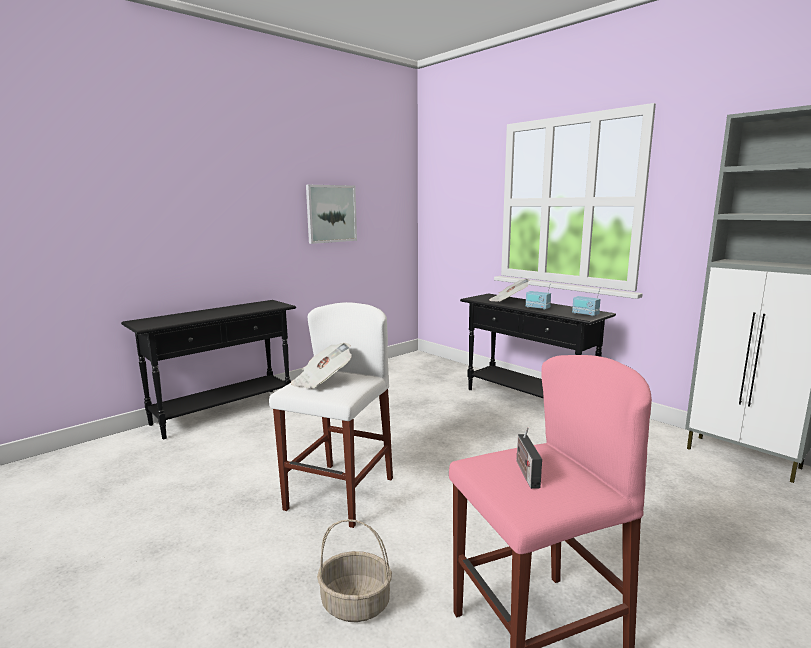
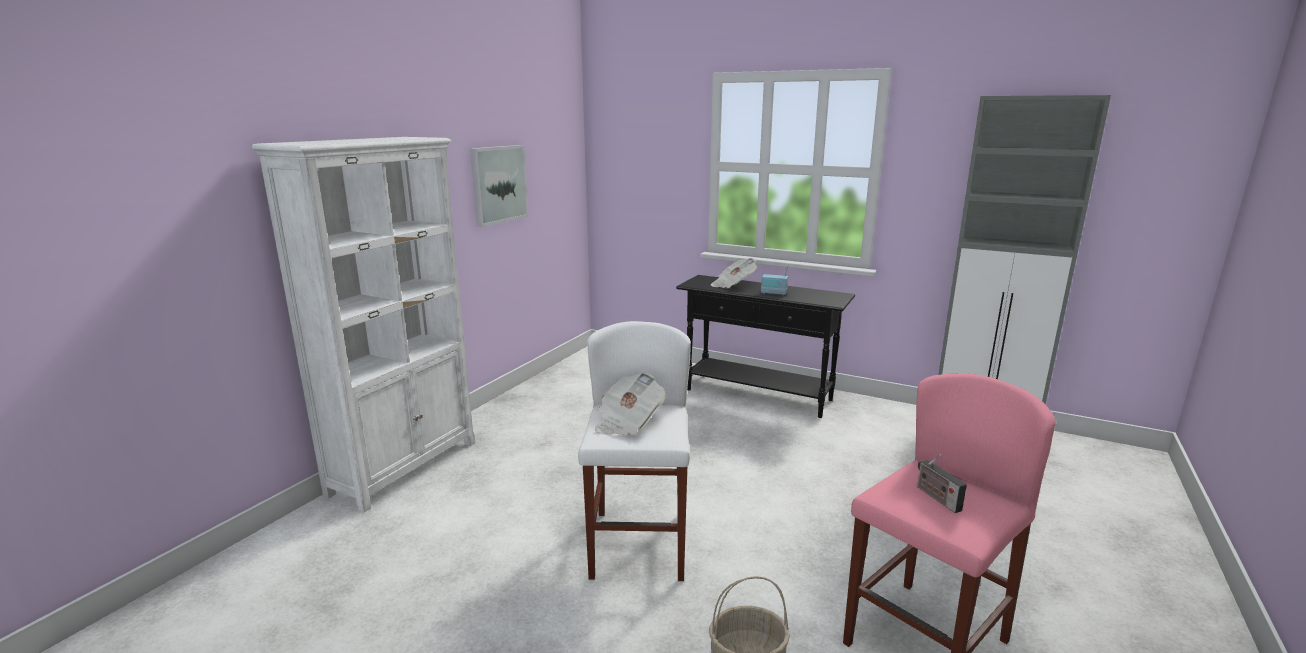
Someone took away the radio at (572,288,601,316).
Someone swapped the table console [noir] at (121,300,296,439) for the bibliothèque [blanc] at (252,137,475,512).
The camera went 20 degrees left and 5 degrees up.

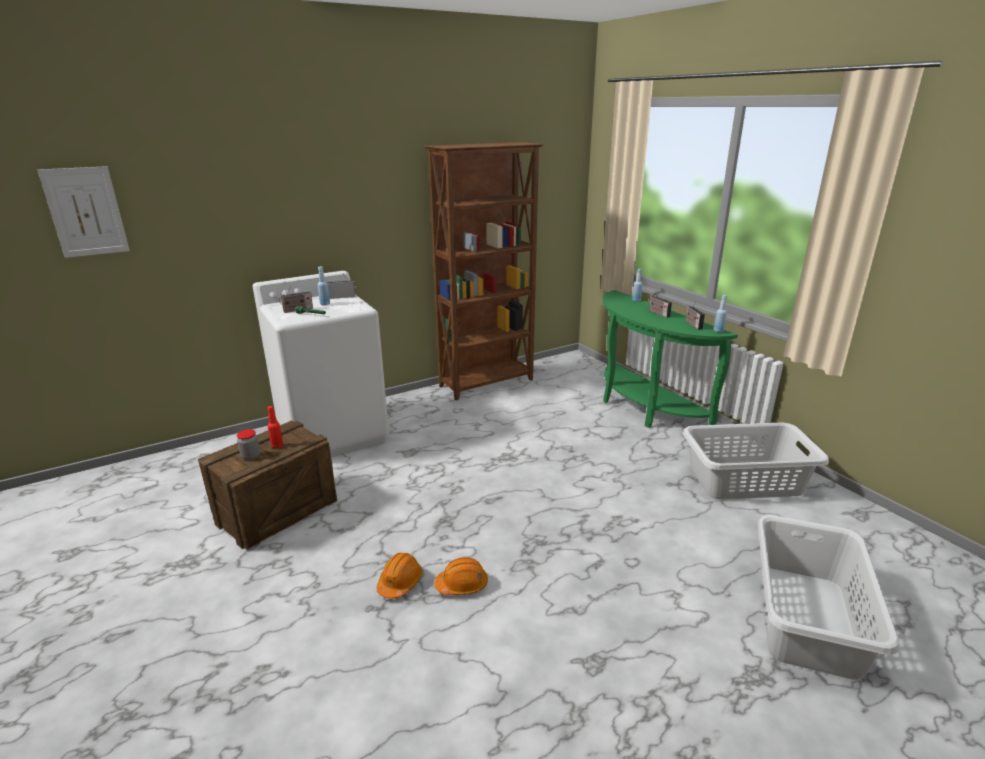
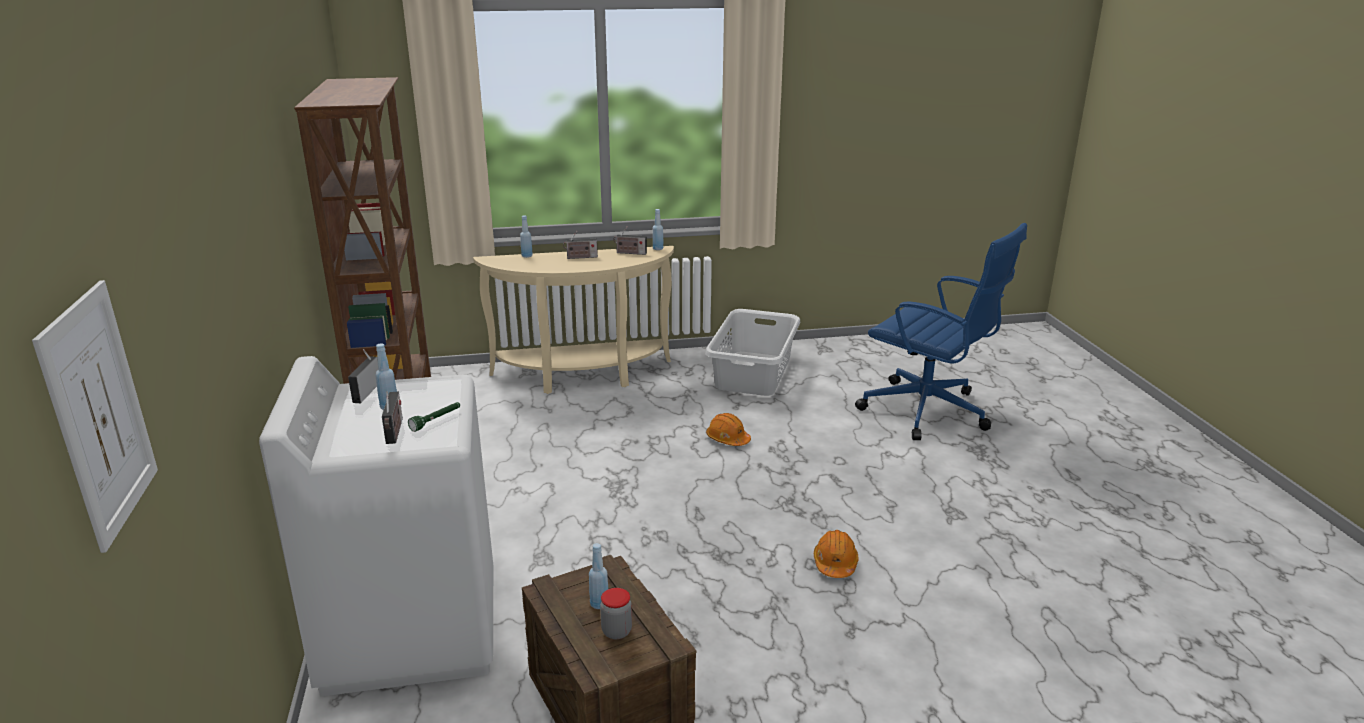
Someone repainted the table console [vert] at (603,290,738,428), which became the table console [beige] at (473,246,674,394).
Someone repainted the bouteille [rouge] at (268,406,283,448), which became the bouteille [bleu] at (589,543,608,609).
Someone swapped the panier à linge [gris] at (758,515,899,680) for the chaise de bureau [bleu] at (855,223,1027,440).
Someone carried the casque de chantier [orange] from (376,553,422,599) to (706,413,751,446).
The camera went 70 degrees left and 0 degrees up.

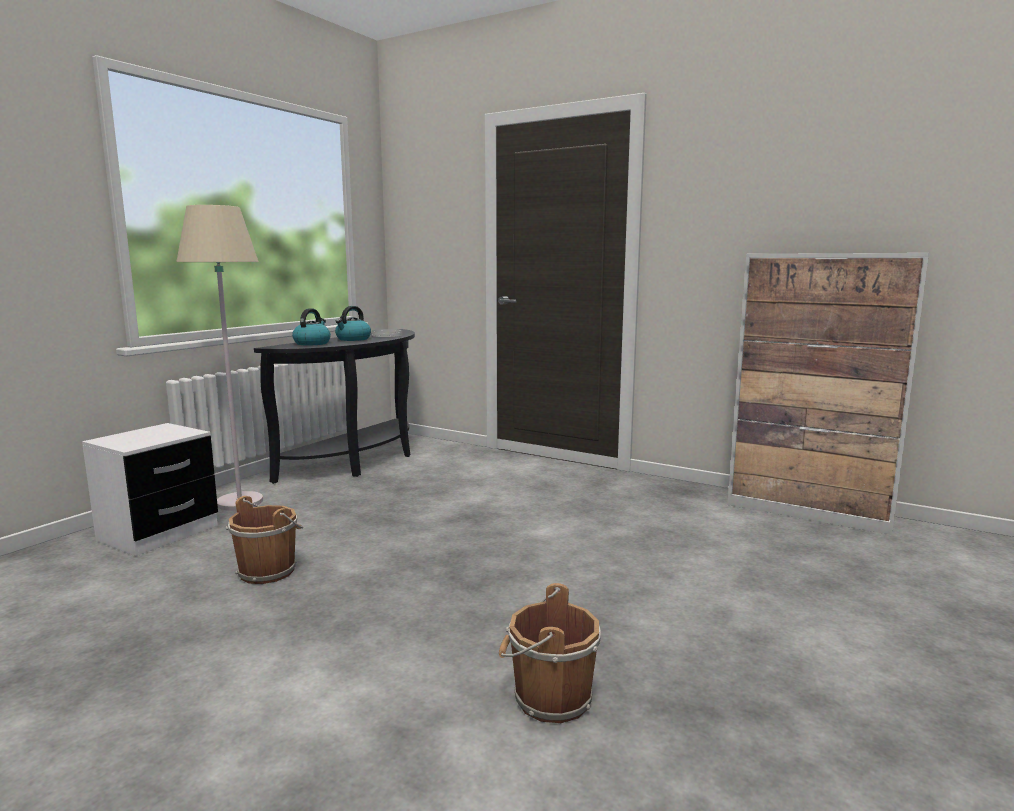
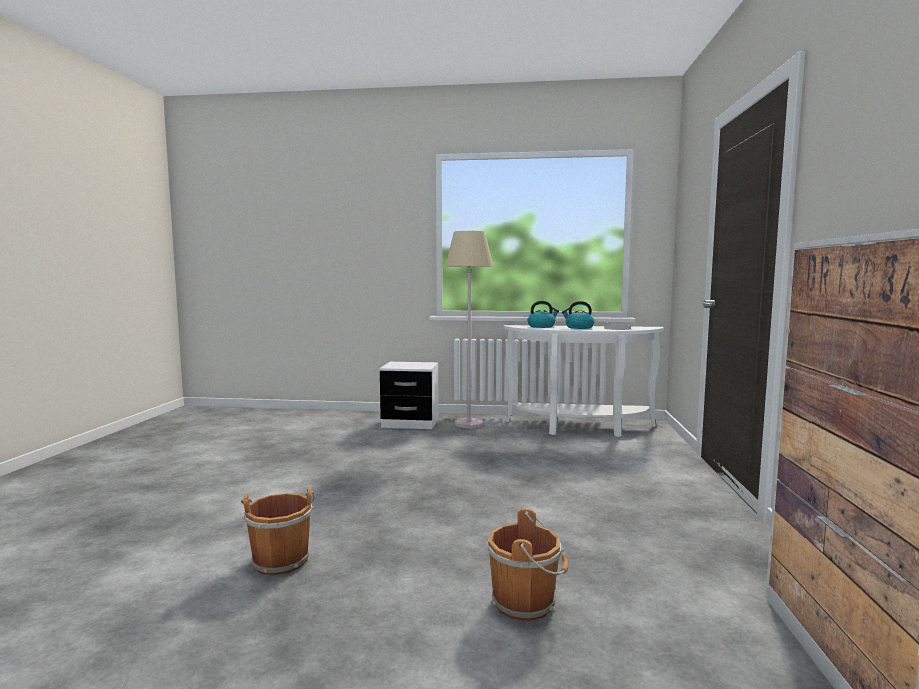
Someone repainted the table console [noir] at (254,329,415,484), which became the table console [blanc] at (504,325,663,437).
Someone carried the seau [marron] from (226,496,303,584) to (487,508,568,621).
The camera went 65 degrees right and 5 degrees down.

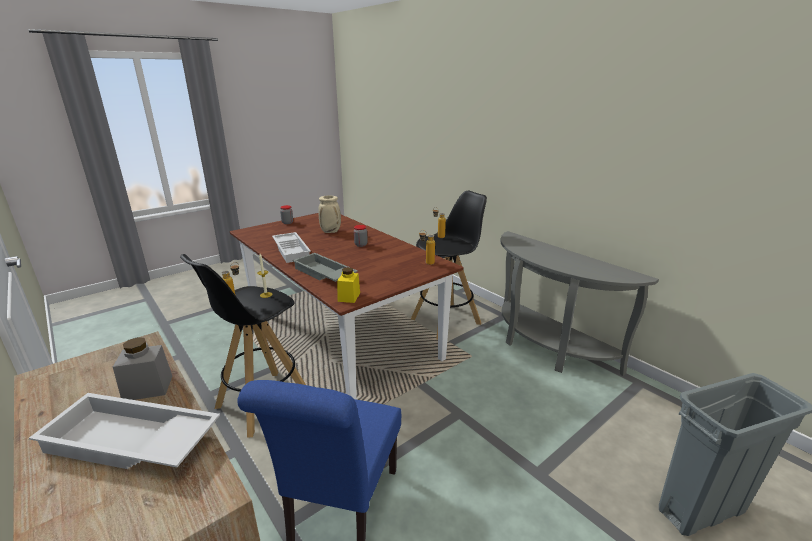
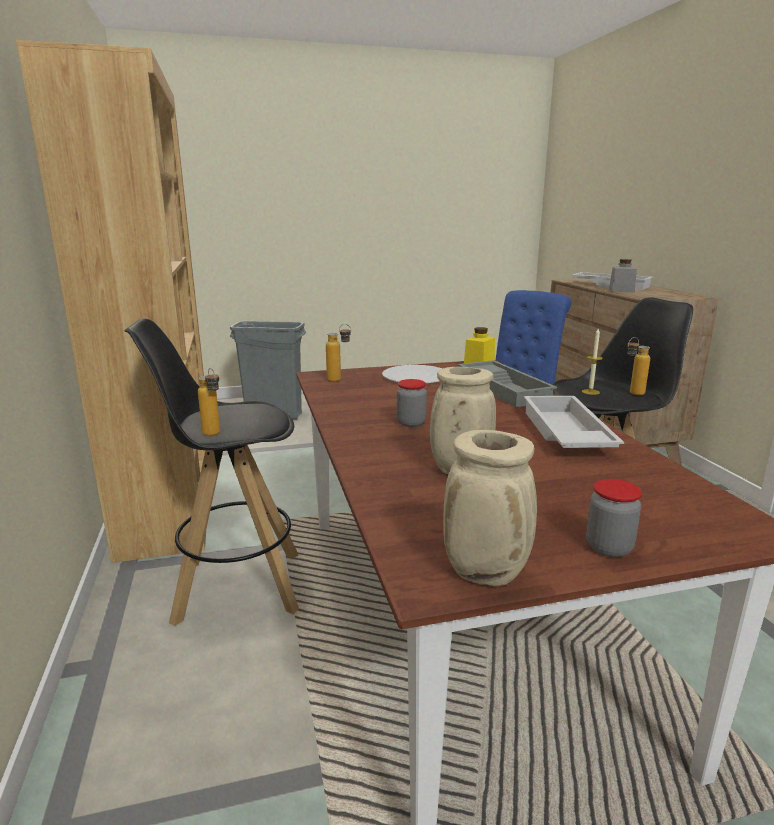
Someone swapped the table console [gris] at (500,231,659,376) for the bibliothèque [marron] at (16,40,206,563).
Someone put down the assiette [blanc] at (382,365,442,383).
Someone put down the vase [beige] at (443,430,537,586).
The camera went 155 degrees left and 5 degrees down.

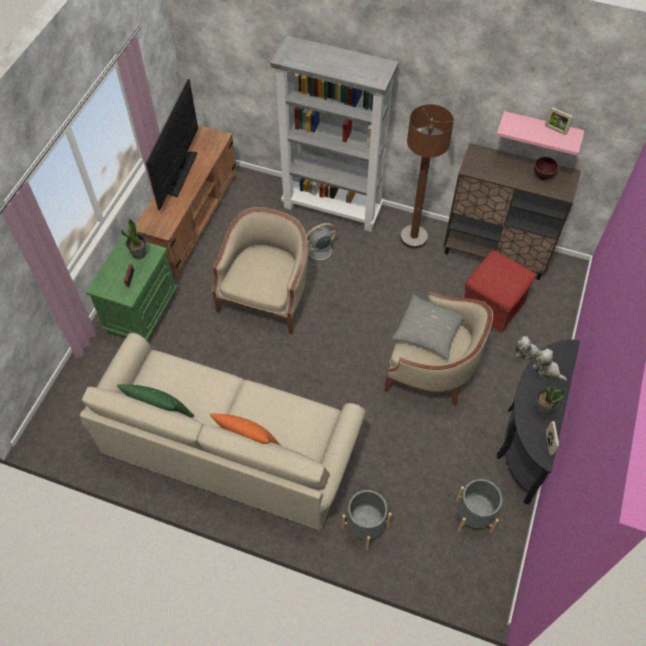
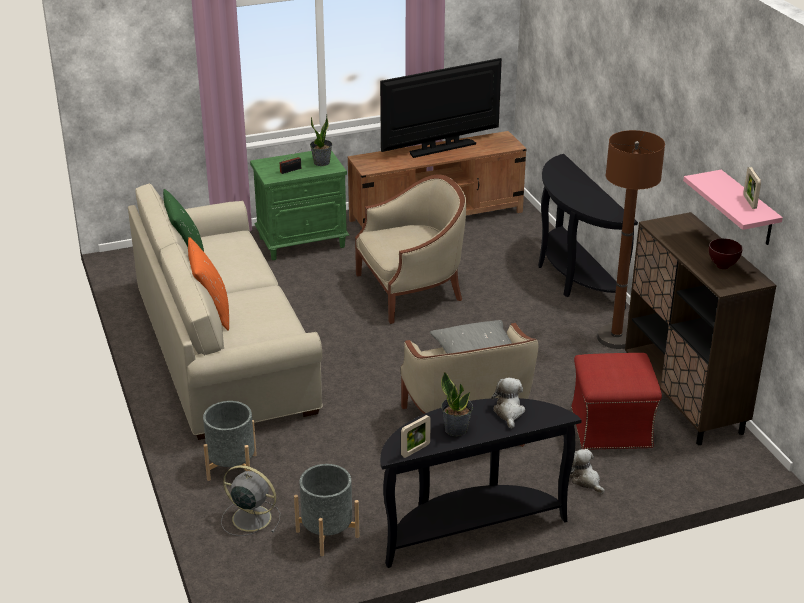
Someone swapped the bibliothèque [gris] at (270,35,399,232) for the table console [noir] at (538,154,638,309).
Someone carried the ventilateur [gris] from (306,223,339,266) to (221,465,281,536).
The camera went 50 degrees right and 25 degrees down.

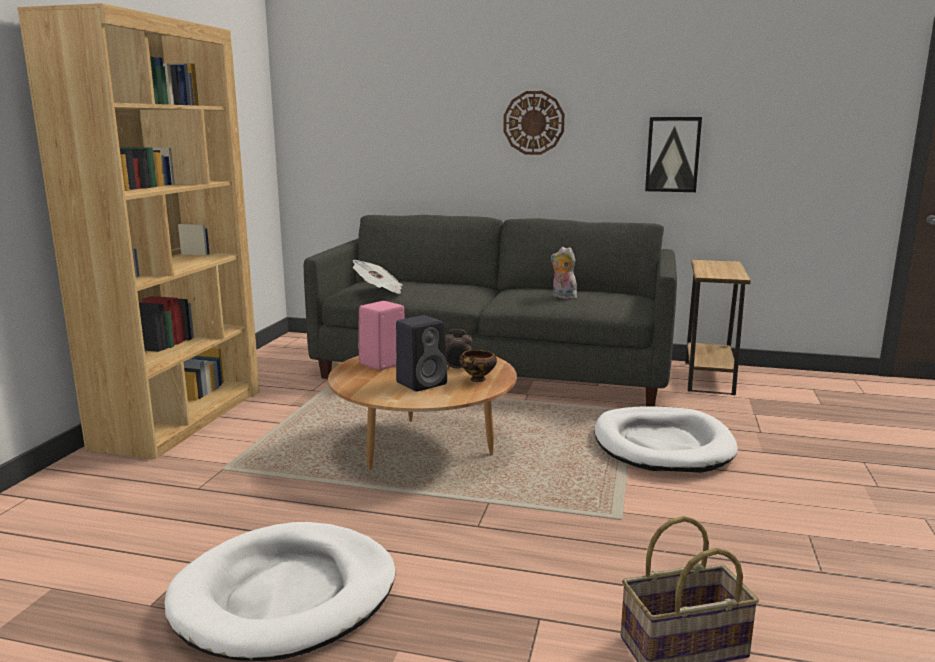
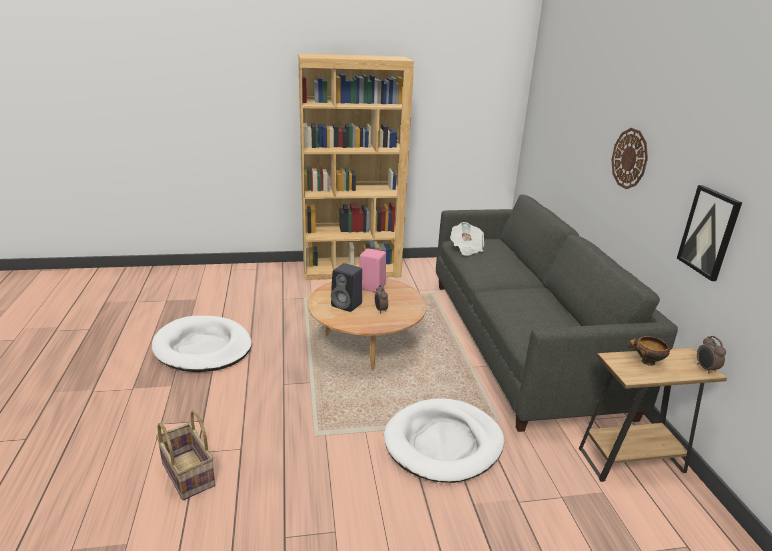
Someone took away the peluche at (551,247,577,299).
Someone carried the bol from (459,350,497,382) to (628,336,672,366).
Someone put down the réveil at (697,336,726,374).
The camera went 65 degrees right and 10 degrees up.

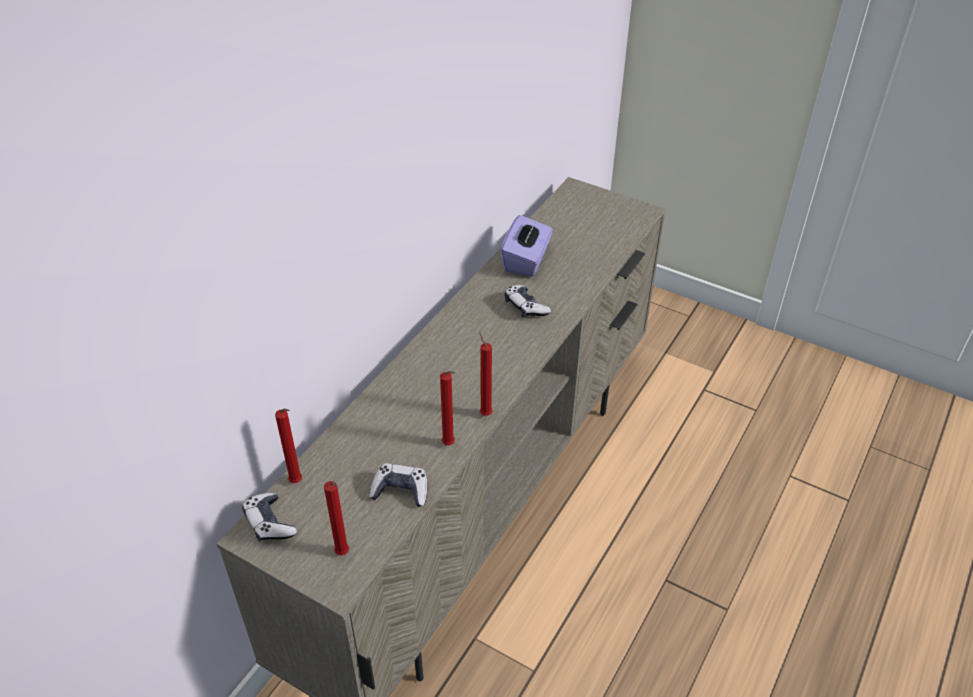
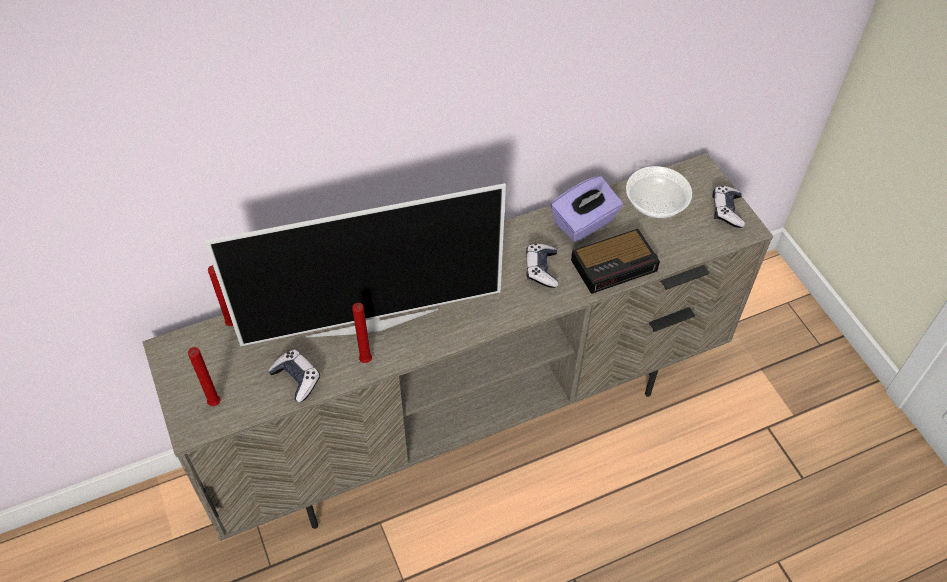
Someone took away the bougie [rouge] at (479,332,493,416).
Someone carried the manette from (242,493,297,542) to (712,186,745,228).
Someone put down the bol at (626,166,692,218).
Someone put down the téléviseur at (205,183,506,346).
Someone put down the réveil at (571,229,660,294).
The camera went 35 degrees right and 10 degrees up.

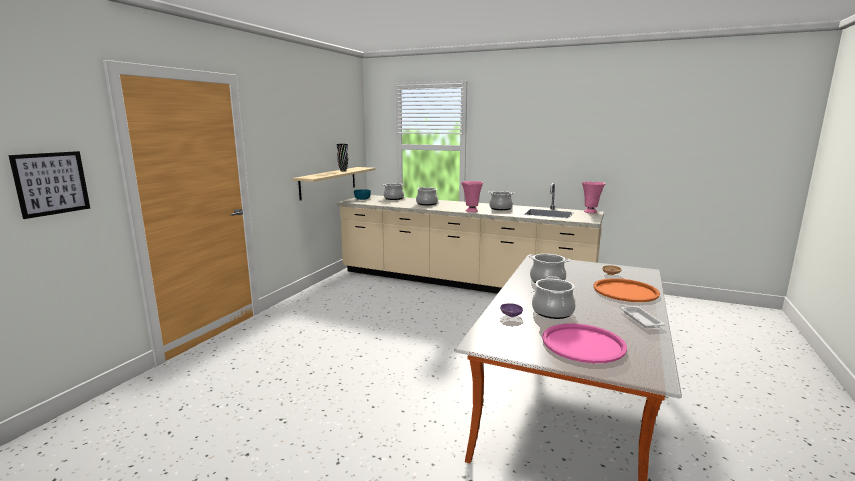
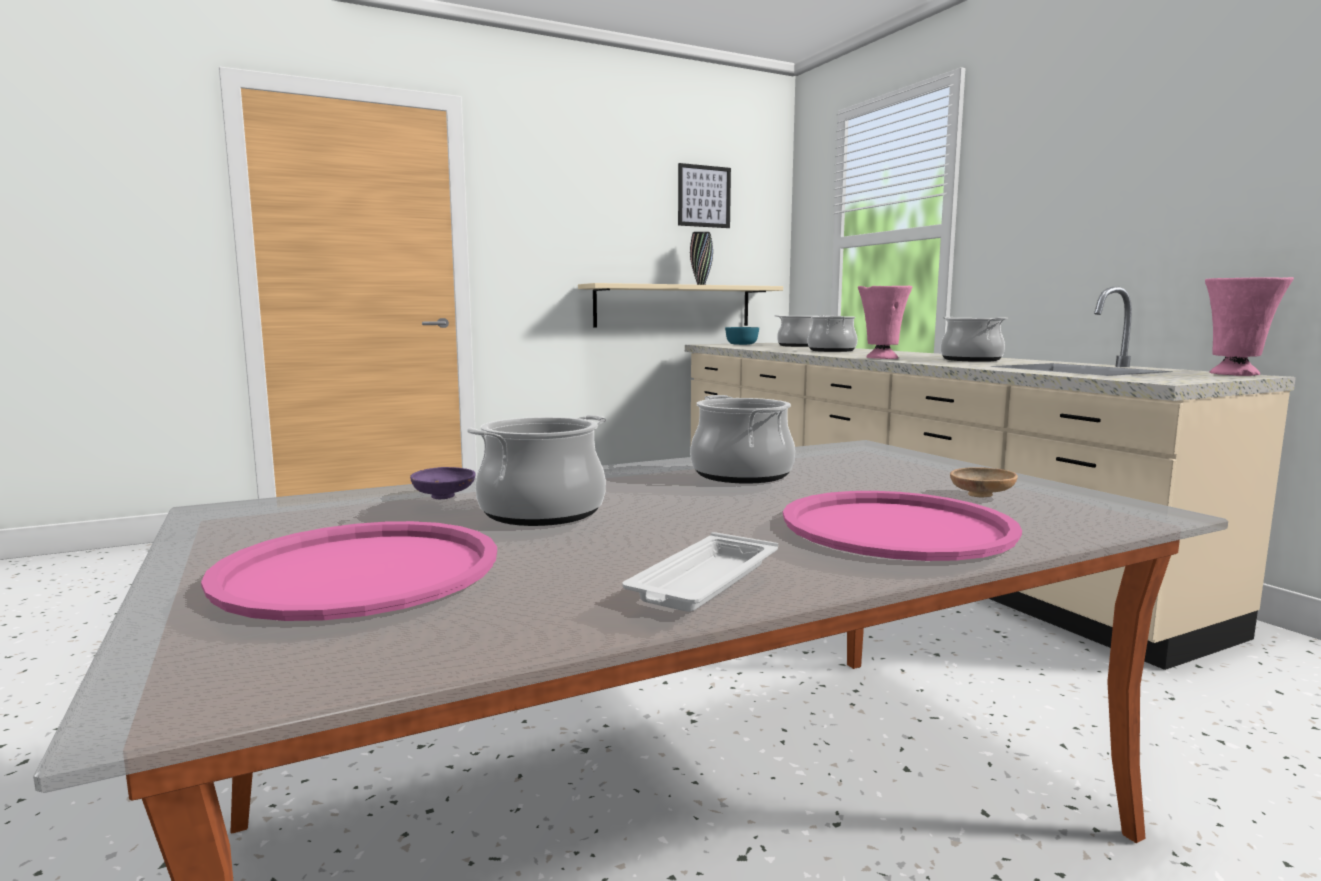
Someone carried the tableau from (8,151,90,219) to (678,163,731,228).
Someone repainted the plateau [orange] at (594,278,660,302), which became the plateau [rose] at (783,491,1022,561).
The camera went 40 degrees right and 5 degrees down.

